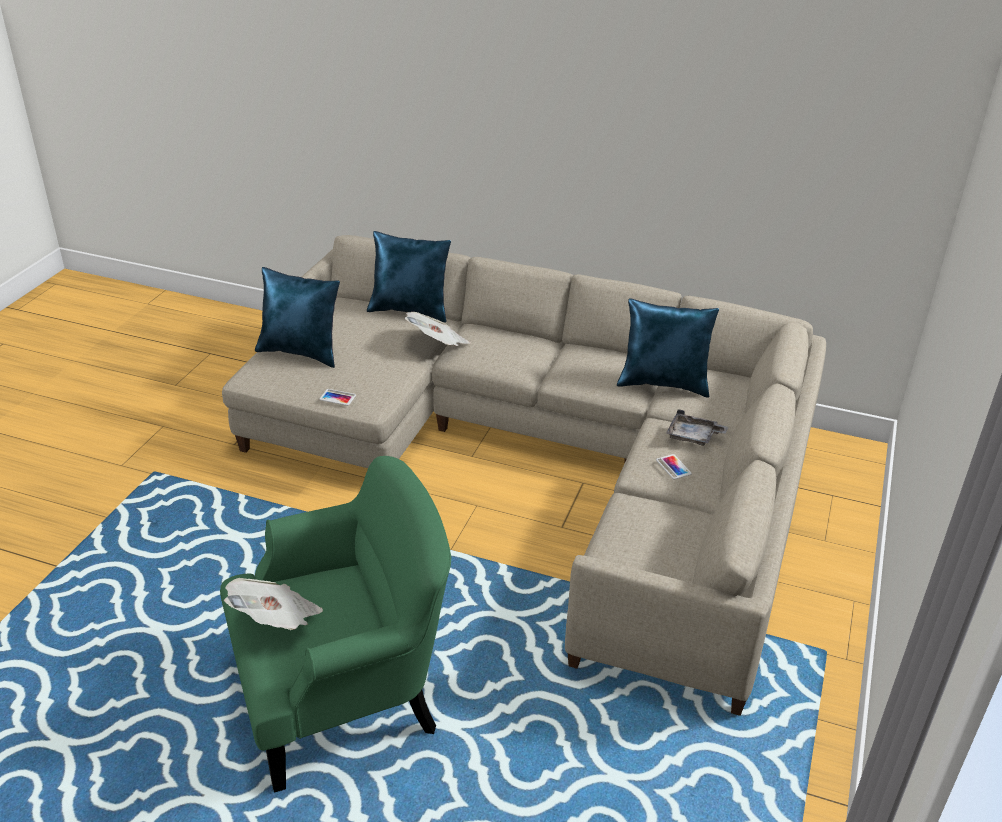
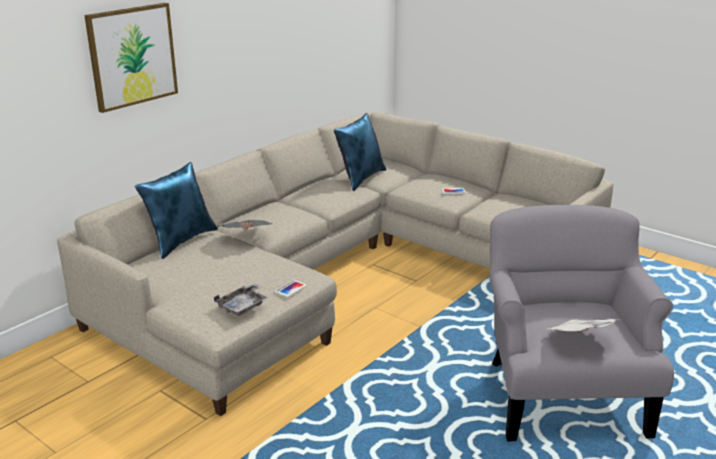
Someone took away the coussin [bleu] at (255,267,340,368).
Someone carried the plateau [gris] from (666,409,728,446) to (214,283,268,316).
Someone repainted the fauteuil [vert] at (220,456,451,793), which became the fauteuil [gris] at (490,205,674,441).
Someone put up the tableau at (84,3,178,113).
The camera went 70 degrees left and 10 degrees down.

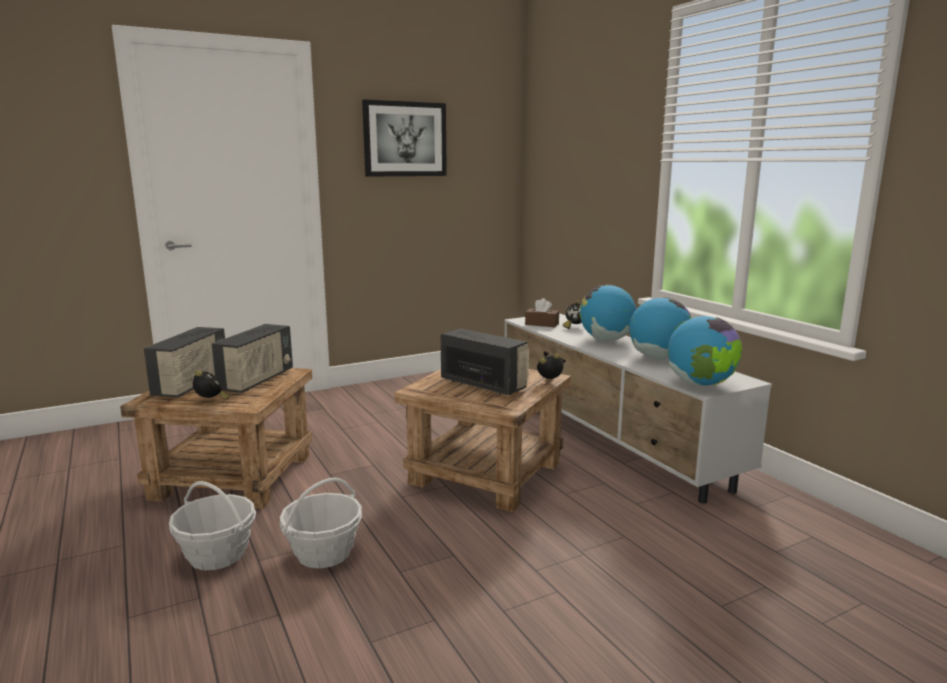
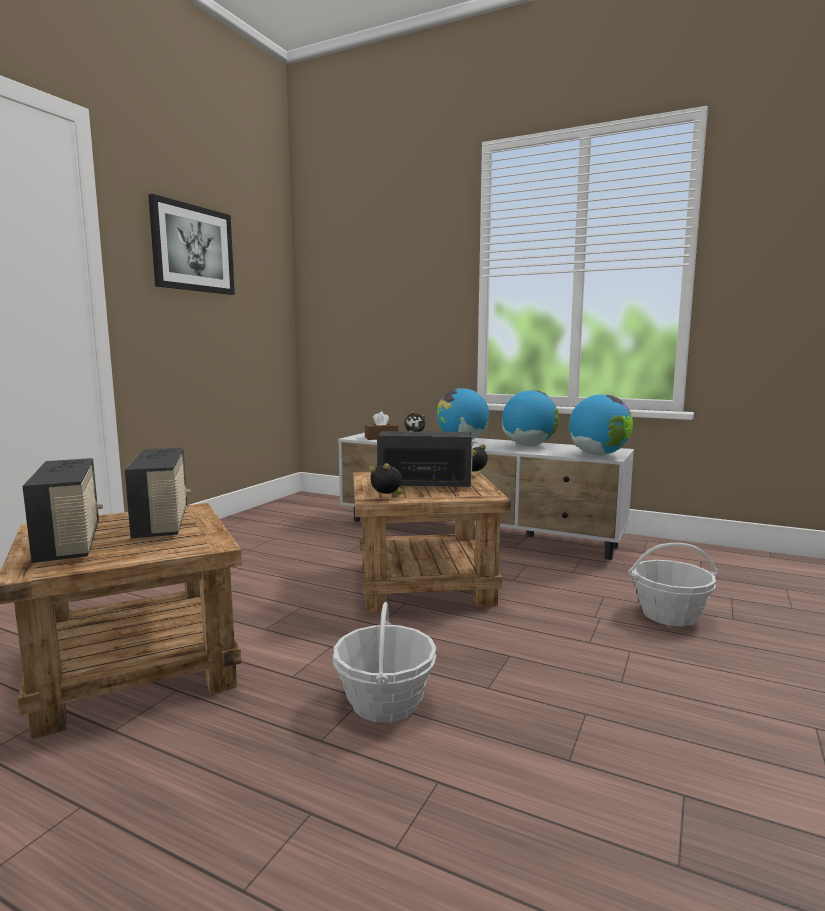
Someone carried the réveil from (193,370,229,400) to (369,463,404,495).
Someone carried the panier from (169,481,256,570) to (629,543,718,627).
The camera went 35 degrees left and 5 degrees down.

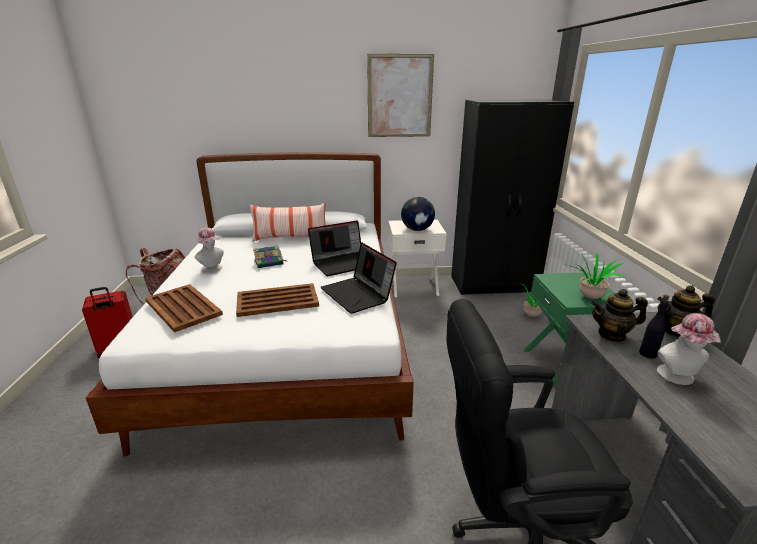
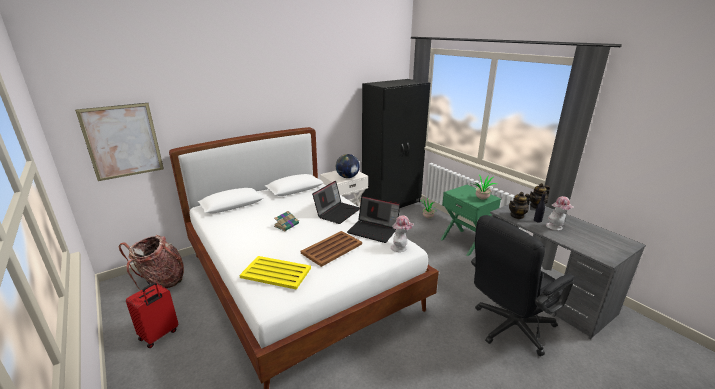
Someone carried the tableau from (367,54,434,137) to (75,103,164,181).
Someone took away the coussin at (250,203,326,242).
Someone carried the chapeau from (195,227,224,273) to (391,215,414,252).
Someone repainted the plateau [marron] at (145,284,223,333), which became the plateau [jaune] at (239,256,311,290).
The camera went 30 degrees left and 0 degrees up.

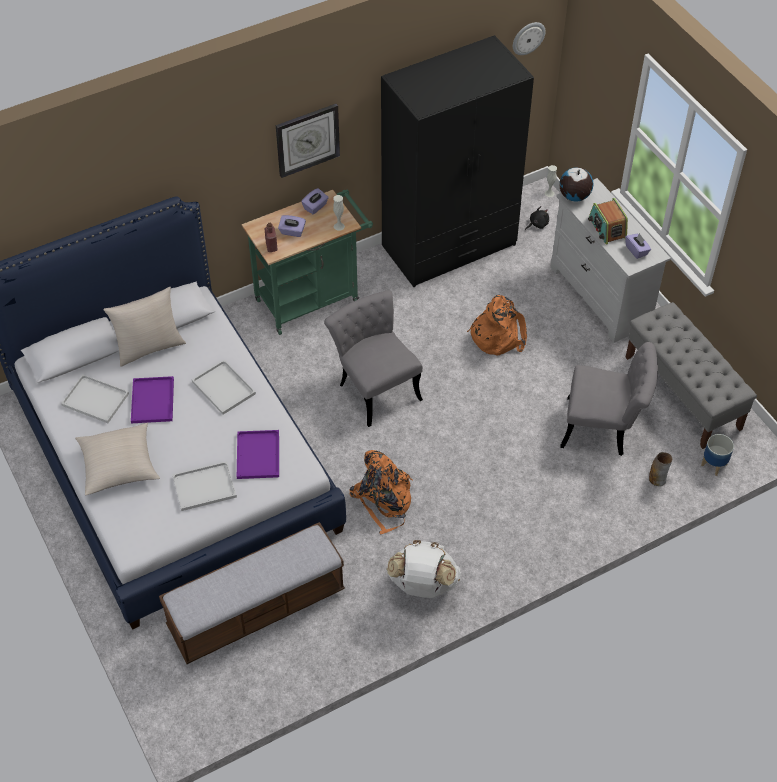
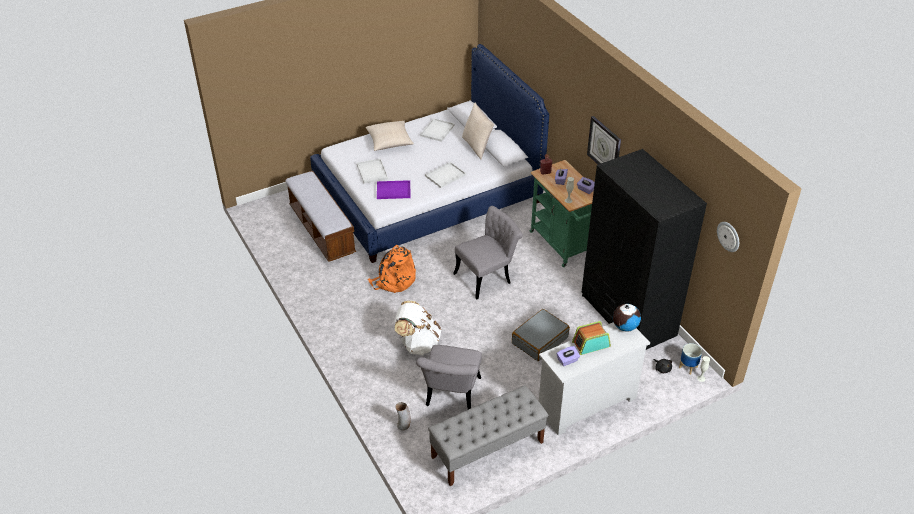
Someone swapped the sac à dos [orange] at (467,295,527,356) for the valise [gris] at (512,309,570,361).
Someone took away the plateau [violet] at (131,376,174,423).
Someone carried the cache-pot from (701,434,734,476) to (679,343,702,375).
Someone carried the sac à dos [blanc] from (387,540,461,598) to (395,301,441,355).
The camera went 90 degrees right and 10 degrees down.

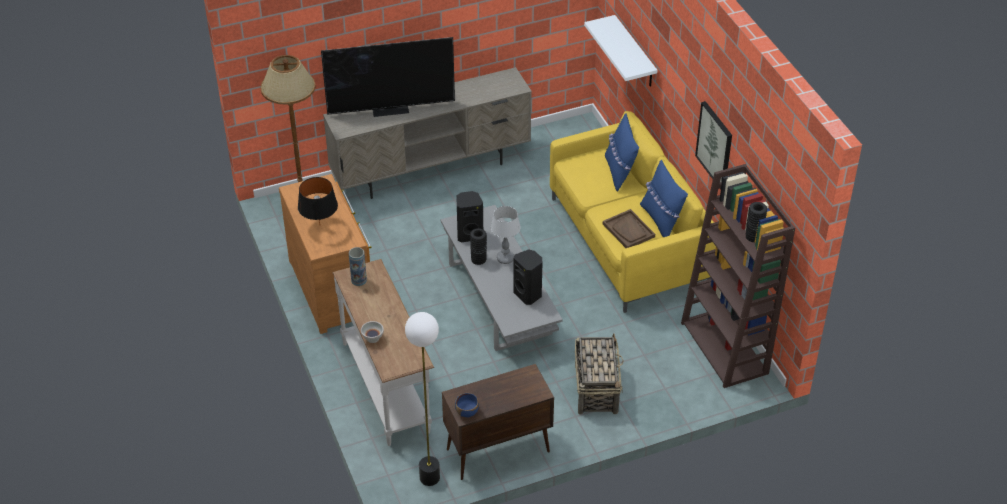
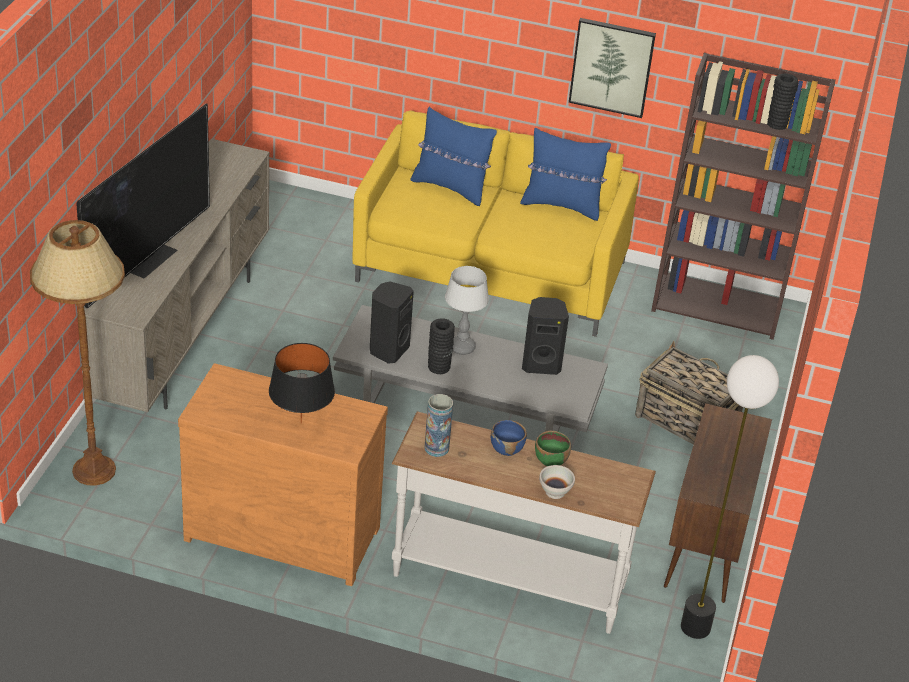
Someone took away the étagère [blanc] at (584,15,657,87).
Someone took away the plateau [marron] at (603,209,655,248).
Someone carried the bol [bleu] from (455,393,479,417) to (491,420,527,456).
Someone put down the bol [vert] at (535,431,571,466).
The camera went 55 degrees left and 5 degrees down.

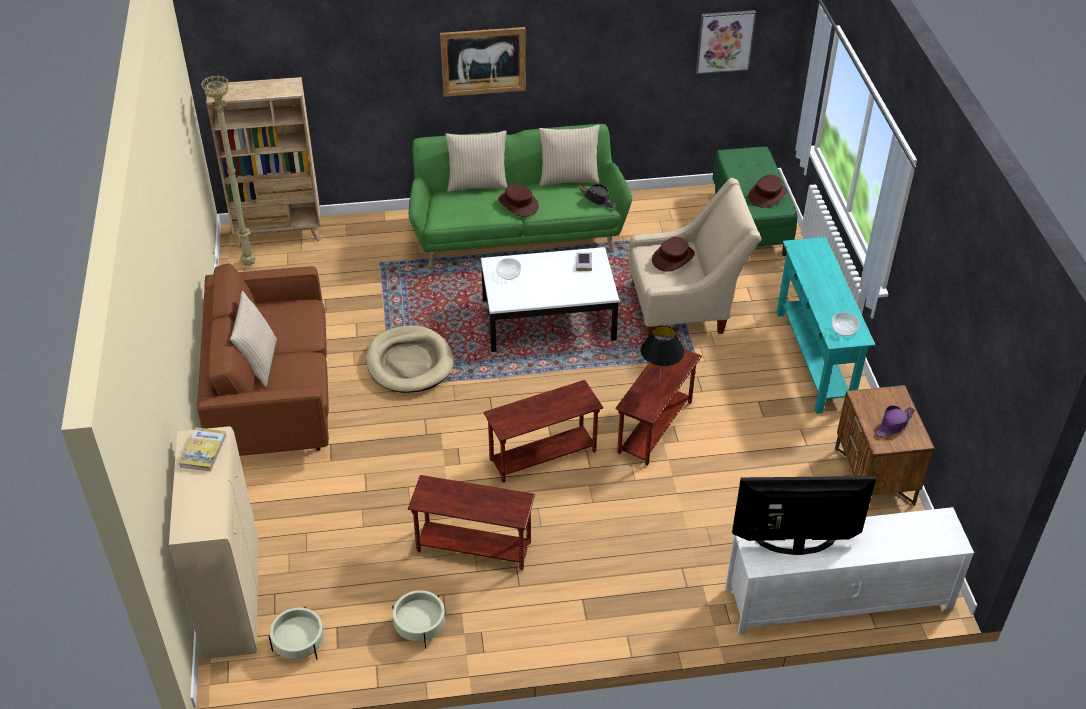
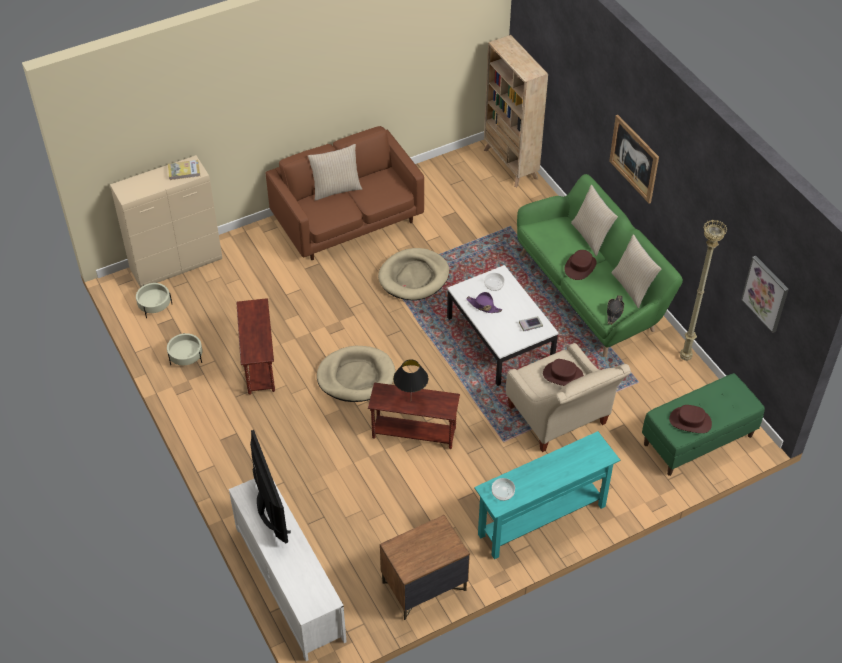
Someone carried the lampadaire [beige] from (201,76,256,266) to (680,220,728,361).
Someone swapped the table d'appoint [marron] at (483,380,603,483) for the panier pour chien [beige] at (317,346,395,402).
Someone carried the chapeau [violet] from (874,405,915,437) to (466,292,502,313).
The camera went 70 degrees right and 5 degrees up.

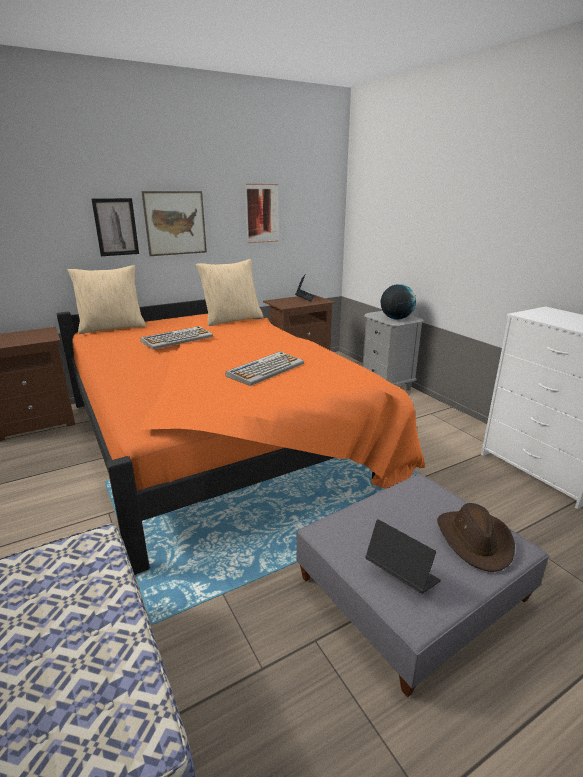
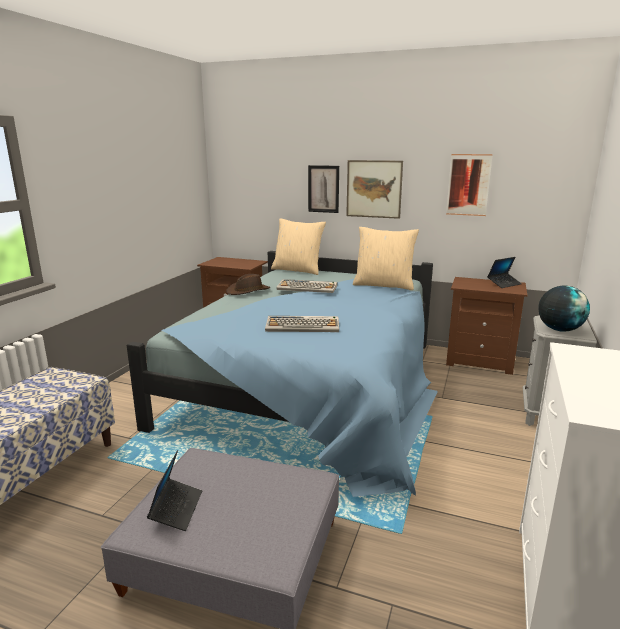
Someone repainted the lit [orange] at (57,299,425,575), which became the lit [bleu] at (127,251,438,497).
Someone carried the chapeau [marron] from (437,503,515,572) to (226,274,270,295).
The camera went 50 degrees right and 5 degrees down.

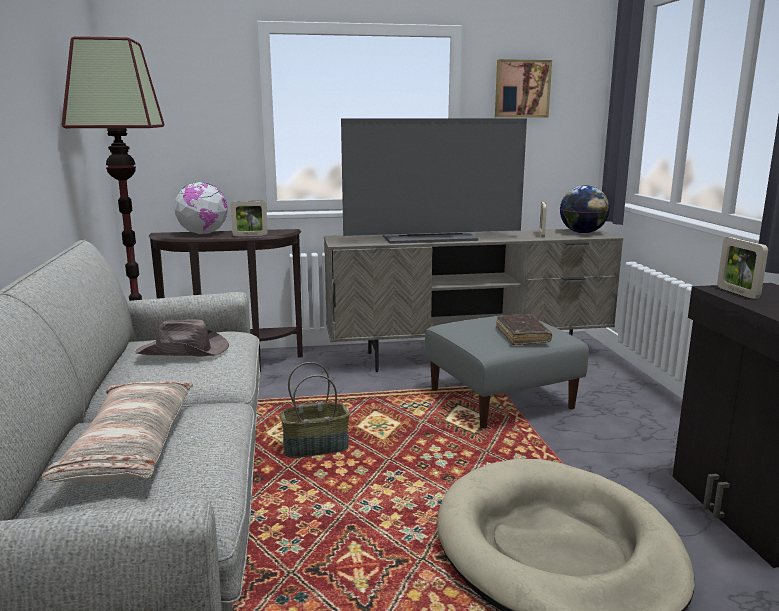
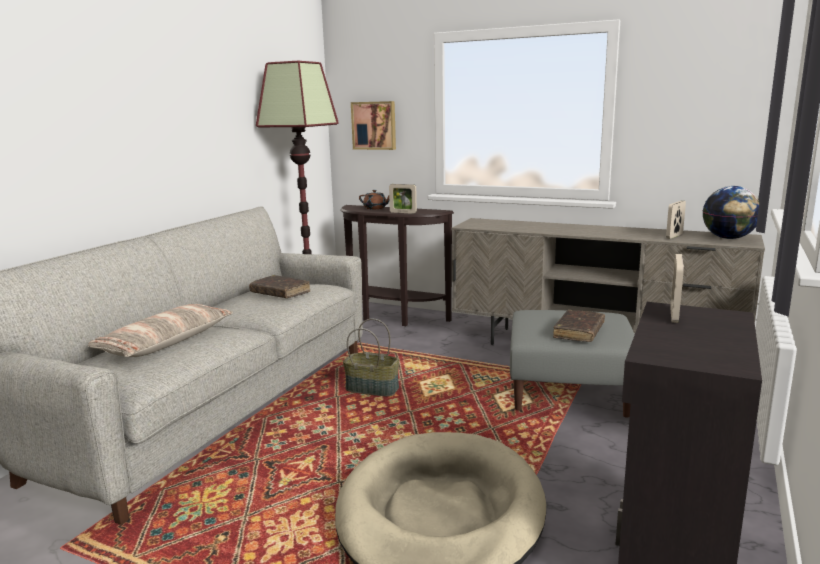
Someone carried the tableau from (495,59,552,117) to (351,101,396,150).
Someone took away the téléviseur at (341,119,527,244).
Someone swapped the globe at (175,182,228,234) for the théière [marron] at (359,190,389,209).
Someone swapped the chapeau [marron] at (136,319,229,356) for the livre [marron] at (249,275,311,298).
The camera went 35 degrees right and 0 degrees up.

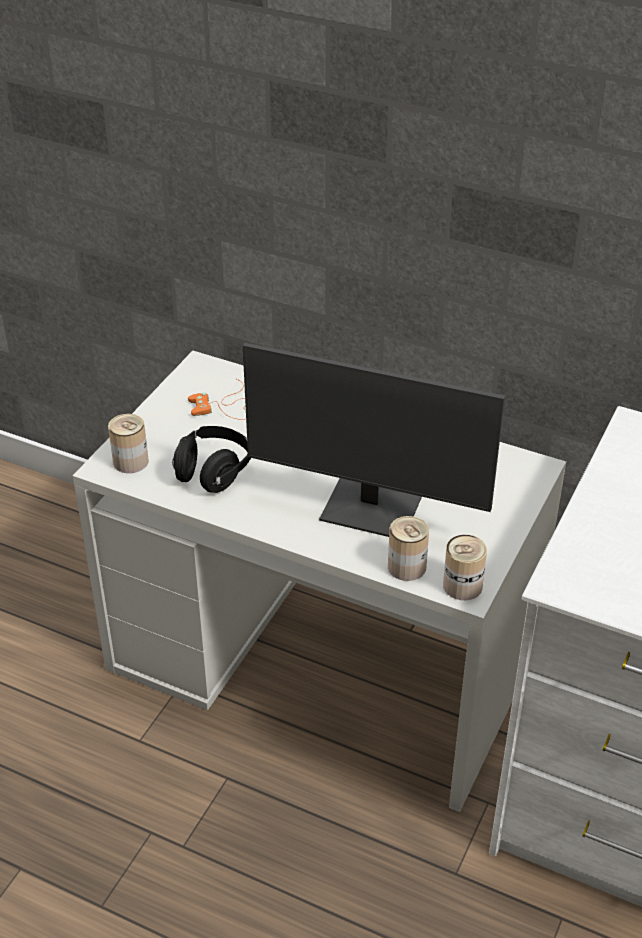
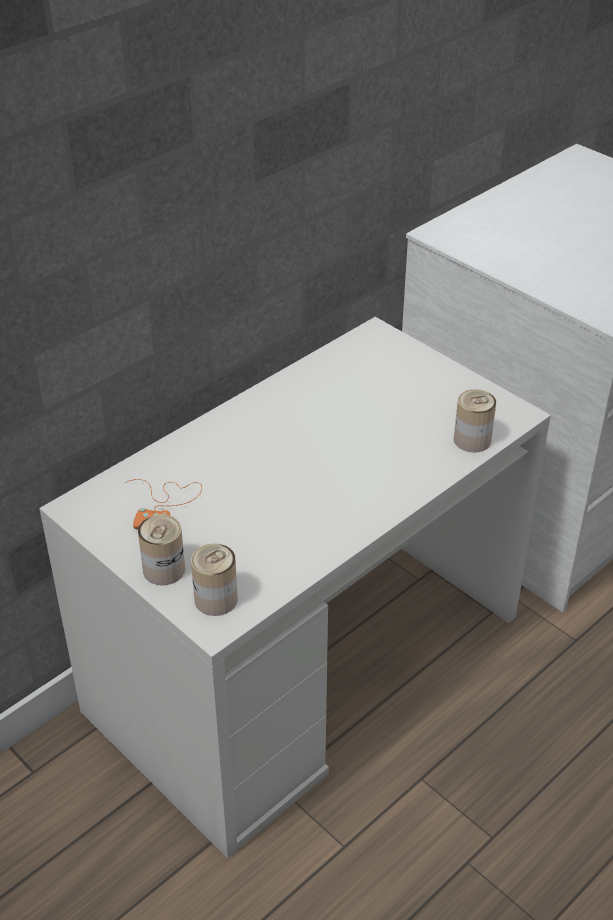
Someone took away the écran d'ordinateur at (243,343,505,537).
Someone took away the casque audio [noir] at (172,426,251,493).
Someone carried the boîte métallique from (443,535,487,600) to (138,514,185,585).
The camera went 70 degrees left and 0 degrees up.

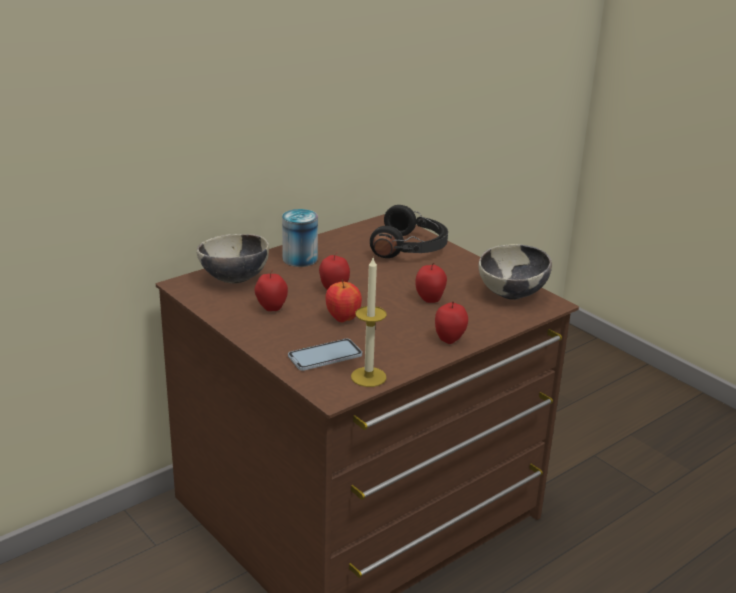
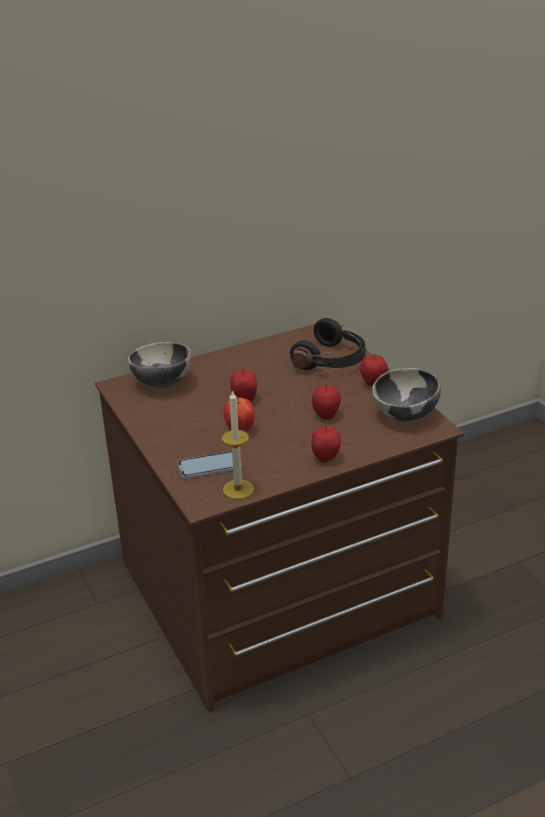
Someone took away the boîte métallique at (282,209,318,267).
Someone carried the pomme from (254,270,288,311) to (360,352,388,387).
The camera went 15 degrees right and 5 degrees up.

